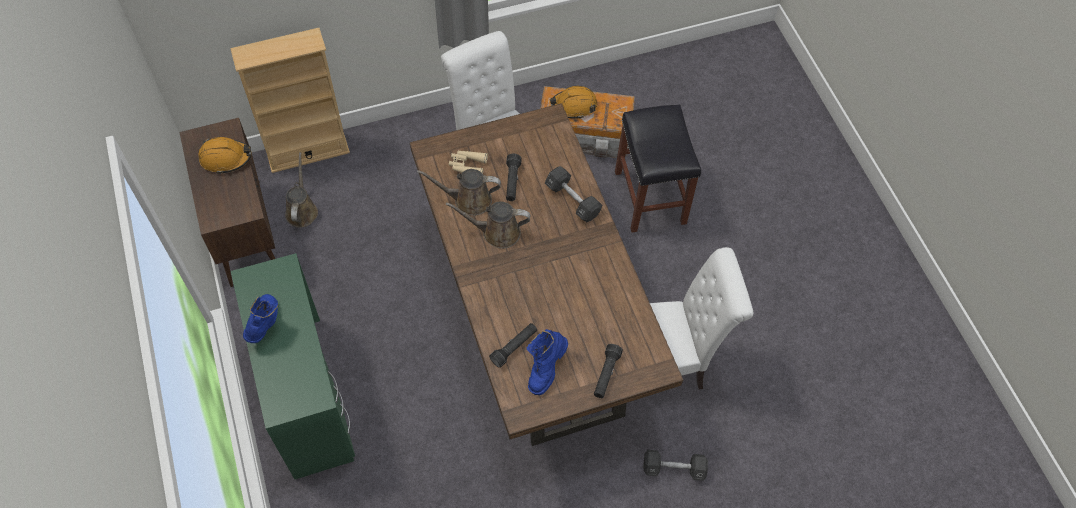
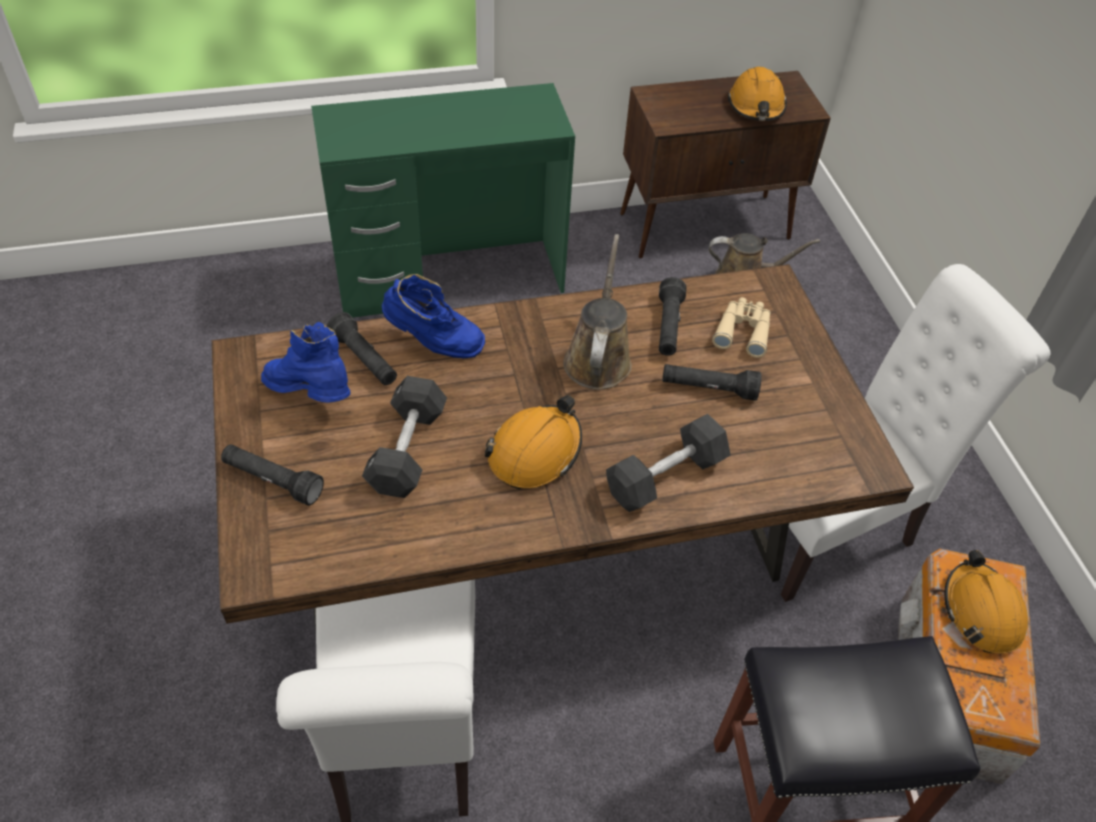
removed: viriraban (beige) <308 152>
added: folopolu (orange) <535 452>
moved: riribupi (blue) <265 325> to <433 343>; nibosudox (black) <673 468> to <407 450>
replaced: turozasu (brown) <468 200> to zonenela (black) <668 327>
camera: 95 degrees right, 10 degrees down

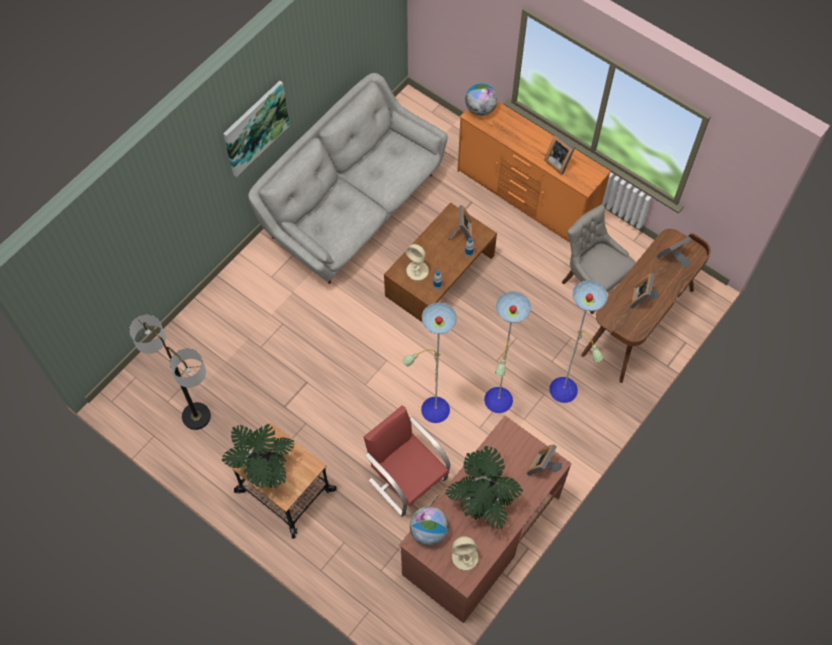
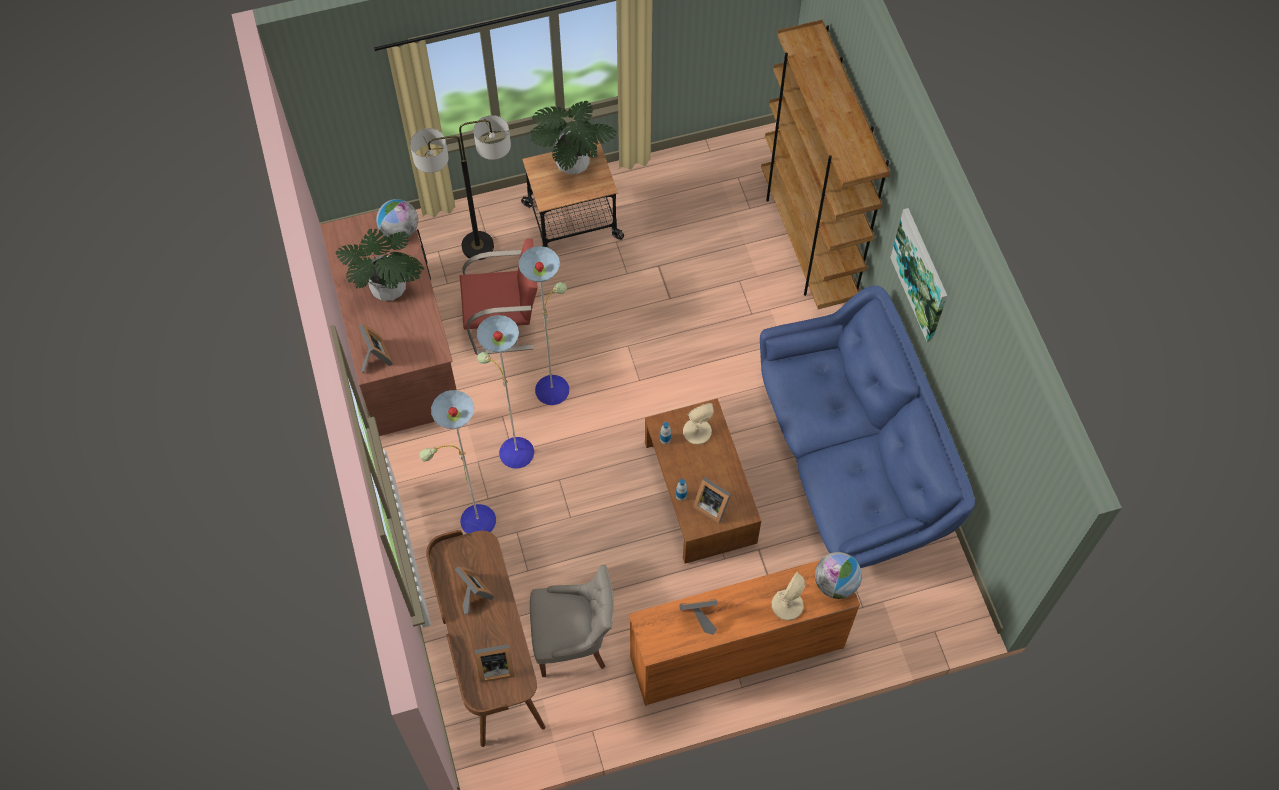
added: viriraban (brown) <808 241>
moved: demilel <196 416> to <477 246>; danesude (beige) <465 557> to <787 605>
recoloured: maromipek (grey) <353 207> to maromipek (blue) <851 461>
turned: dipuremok <673 258> = <494 666> 75 degrees clockwise
camera: 125 degrees right, 0 degrees up

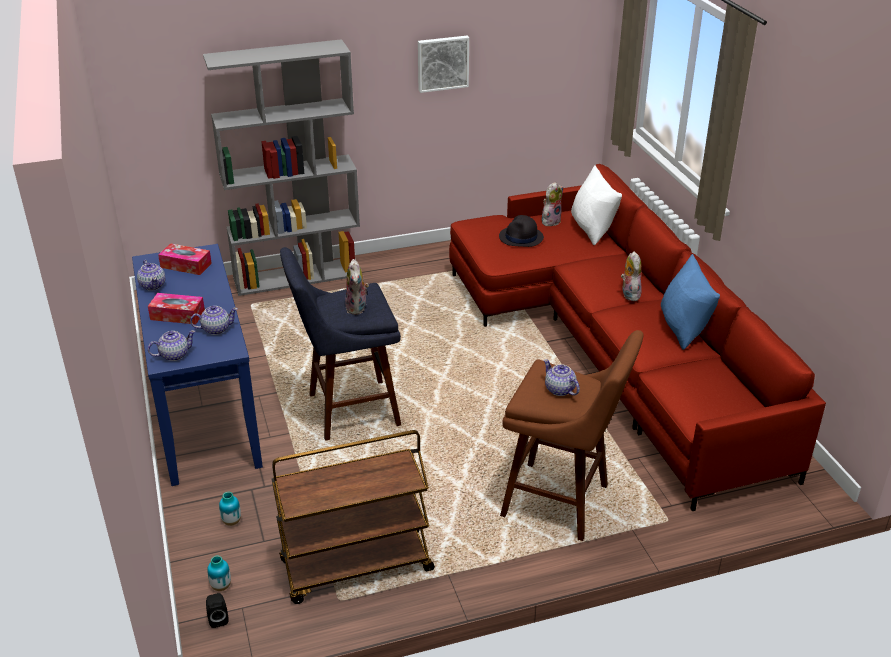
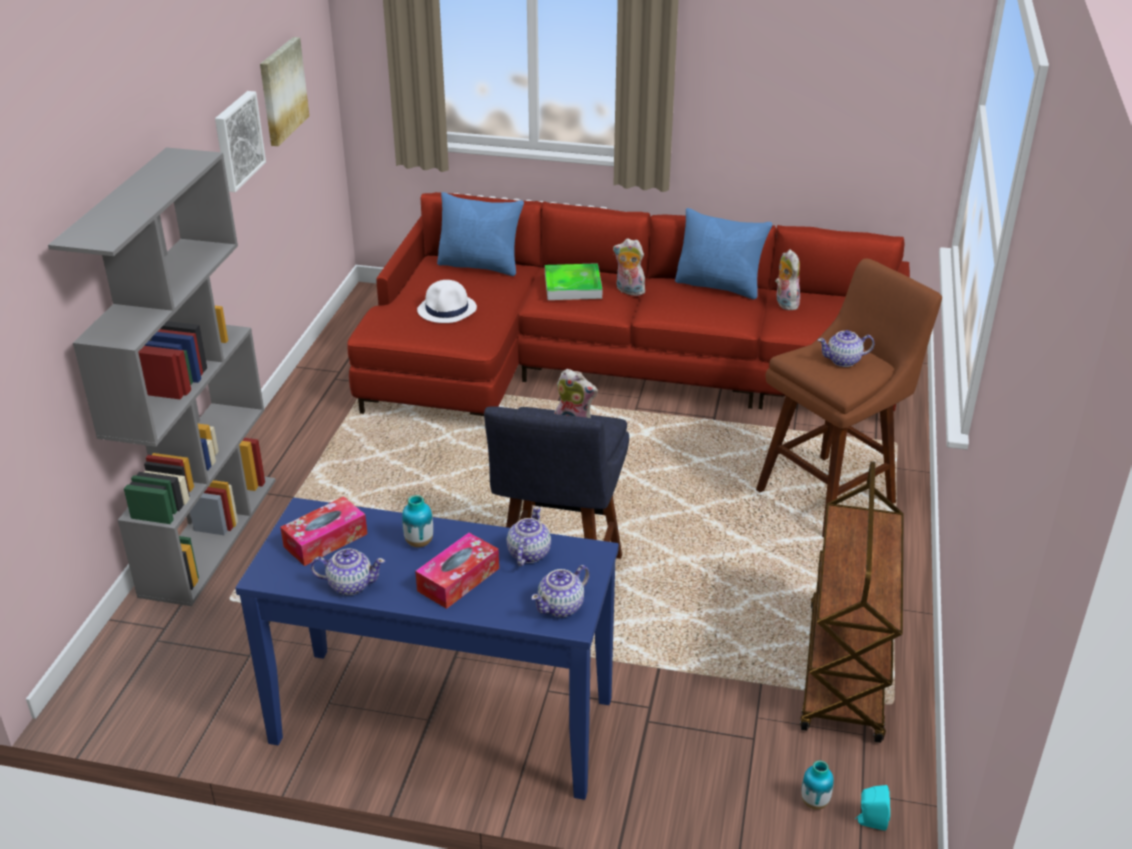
added: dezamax <282 90>; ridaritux <573 286>
moved: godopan <231 521> to <419 542>; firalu <550 221> to <784 303>
recoloured: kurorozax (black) <218 618> to kurorozax (turquoise) <870 821>; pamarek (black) <521 237> to pamarek (white) <447 309>; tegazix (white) <592 229> to tegazix (blue) <480 265>
turned: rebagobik <174 355> = <561 606> 135 degrees counterclockwise
camera: 60 degrees left, 0 degrees up

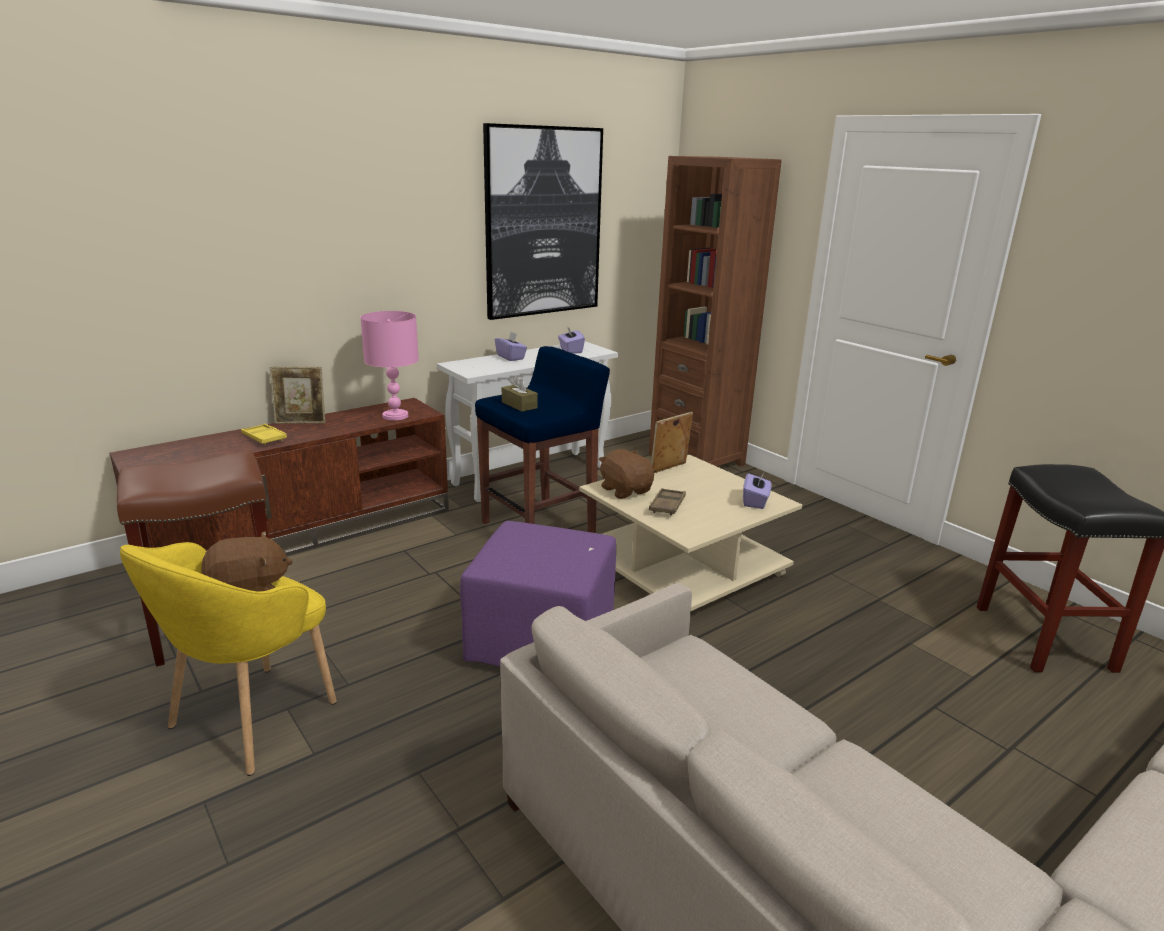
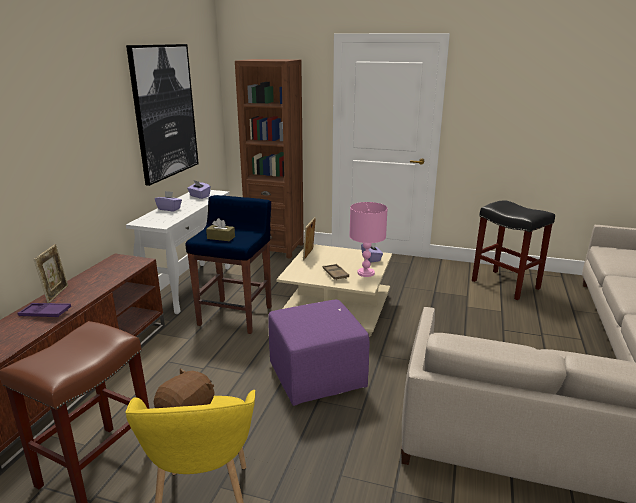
removed: firalu (brown) <625 490>
moved: danesude (pink) <395 416> to <366 273>
recoloured: ridaritux (yellow) <264 438> to ridaritux (purple) <45 313>
turned: dipuremok <301 422> = <56 294> 45 degrees counterclockwise
camera: 35 degrees left, 0 degrees up

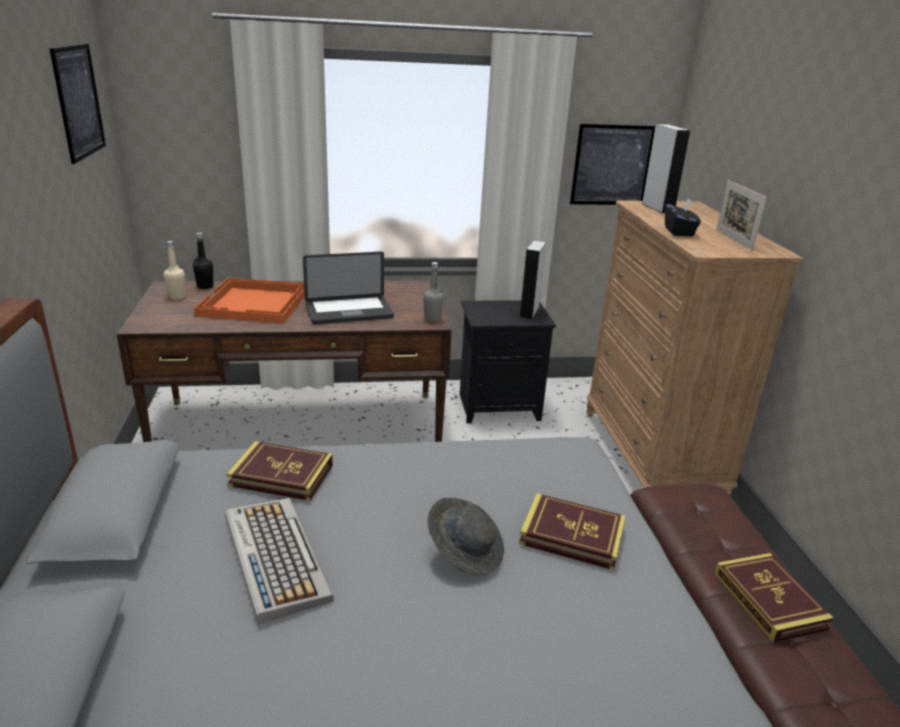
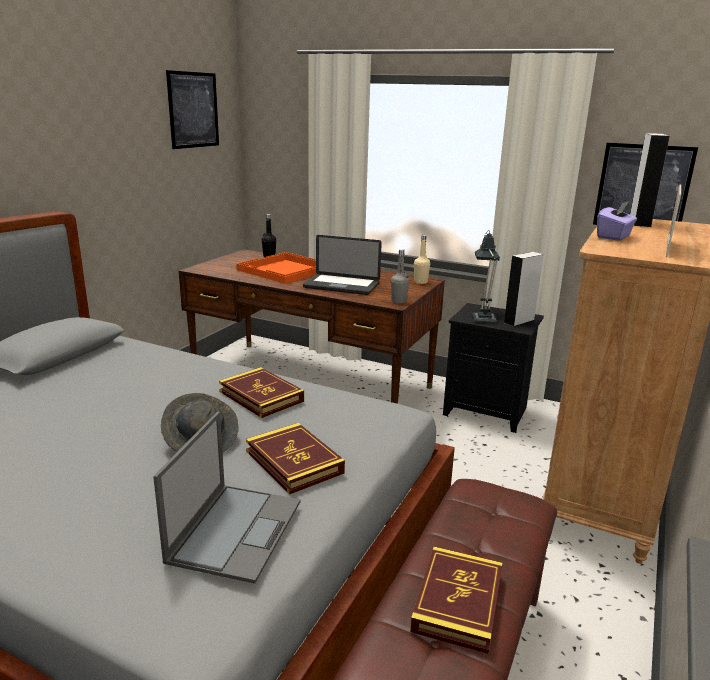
removed: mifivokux <274 556>
added: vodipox <236 529>; danesude <483 317>
moved: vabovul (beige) <177 297> to <420 282>; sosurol <281 475> to <261 396>
recoloured: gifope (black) <679 231> to gifope (purple) <614 237>
camera: 35 degrees right, 5 degrees down

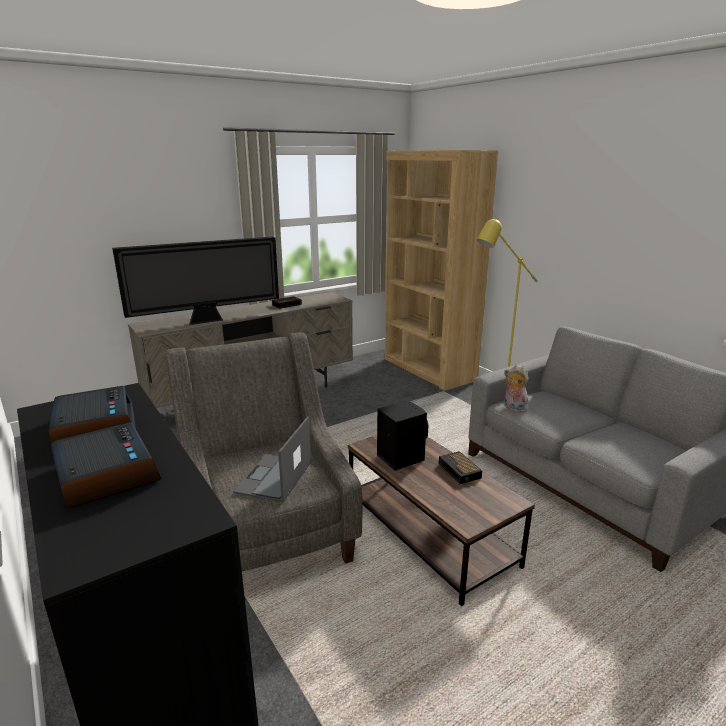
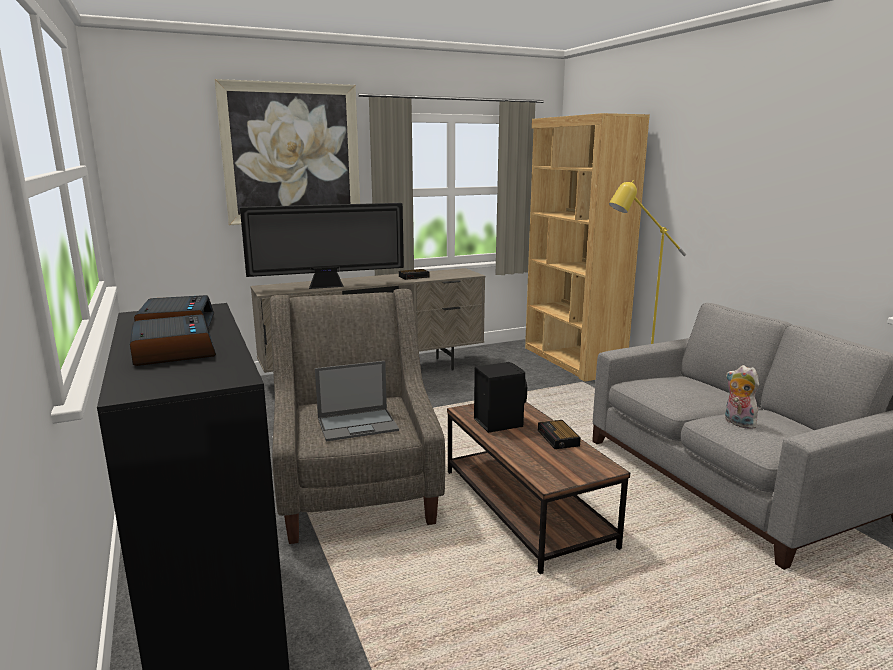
added: dezamax <292 154>
moved: firalu <513 408> to <737 423>
turned: vodipox <274 478> = <358 424> 135 degrees counterclockwise
camera: 10 degrees right, 5 degrees down

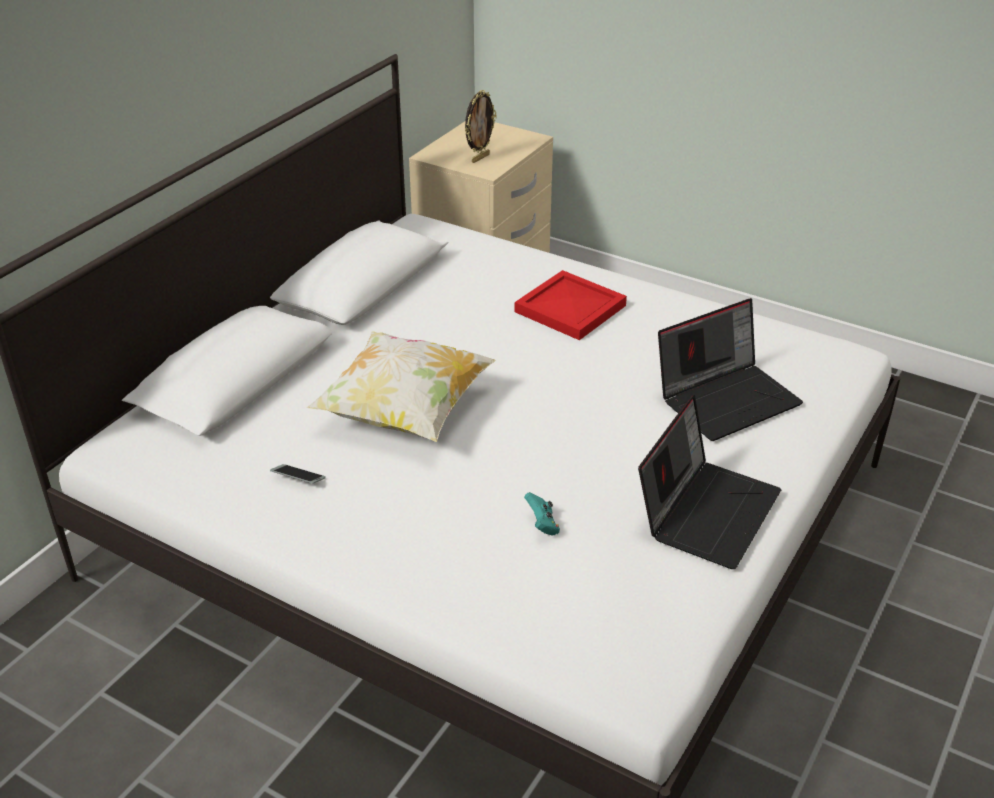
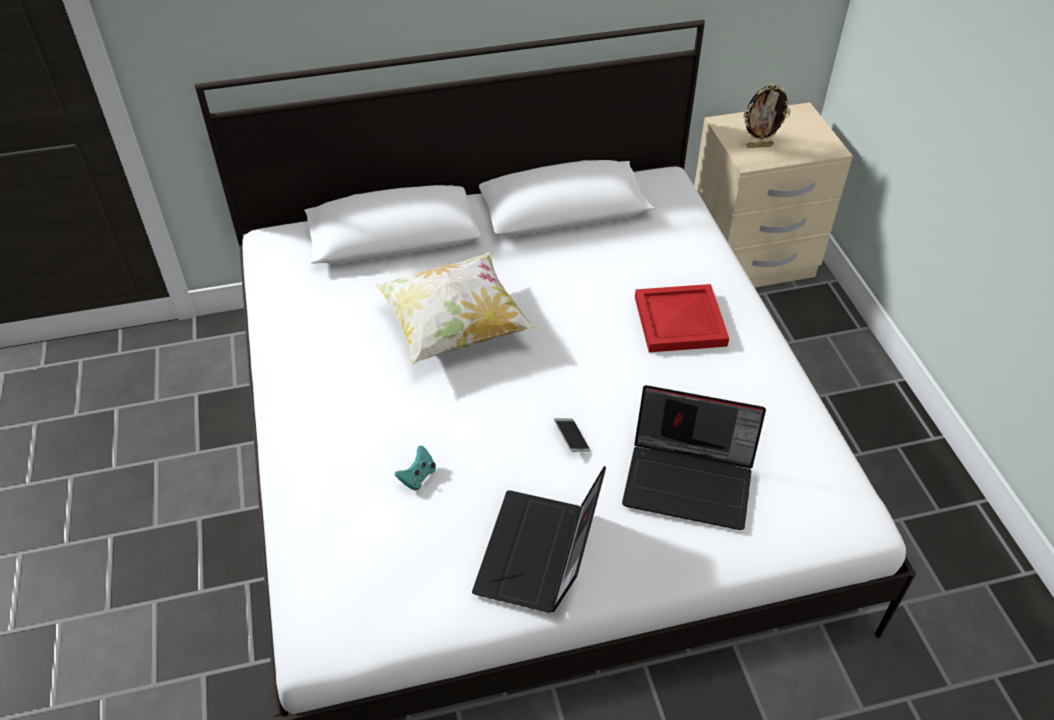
moved: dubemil <298 478> to <571 438>
turned: vodipox <707 510> = <540 556> 120 degrees clockwise
camera: 45 degrees right, 10 degrees up

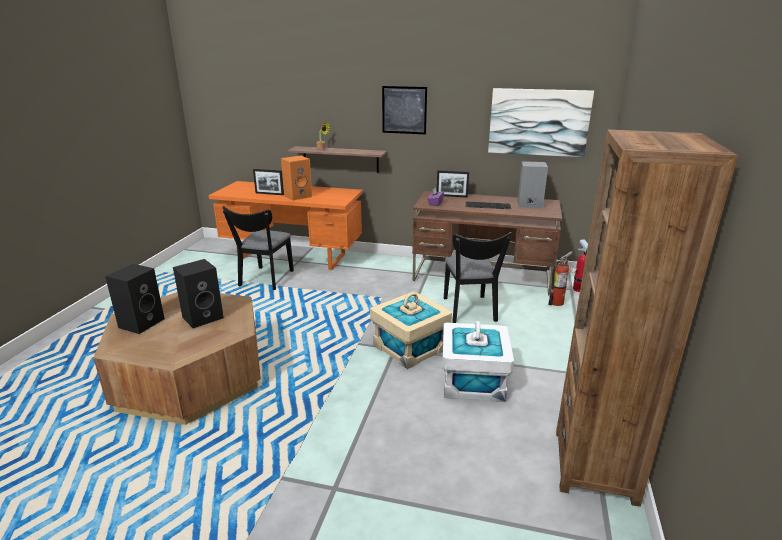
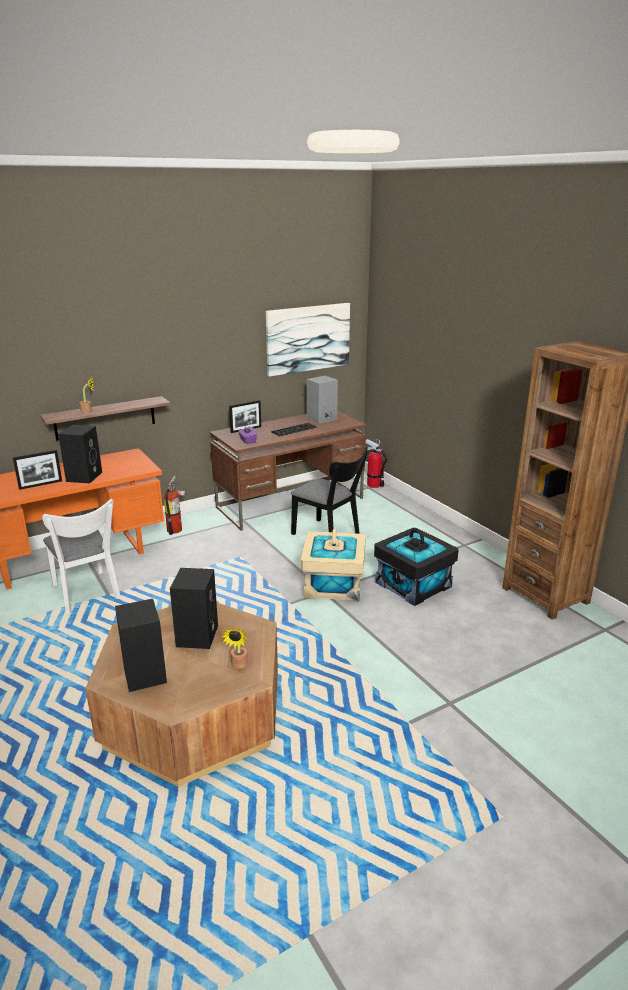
removed: dezamax <404 110>
added: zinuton <238 665>
moved: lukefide <558 302> to <176 529>
recoloured: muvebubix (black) <264 280> to muvebubix (white) <87 595>; kurorozax (orange) <298 196> to kurorozax (black) <84 476>; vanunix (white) <474 381> to vanunix (black) <413 584>
camera: 45 degrees left, 0 degrees up

